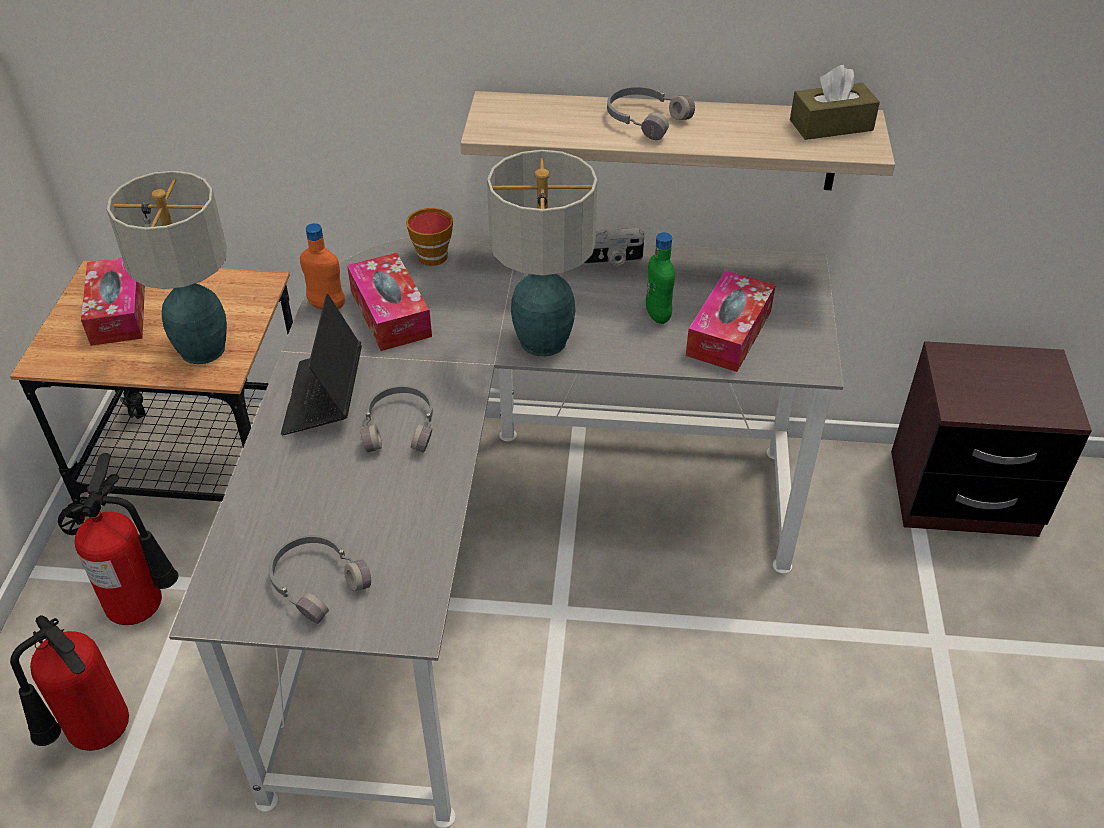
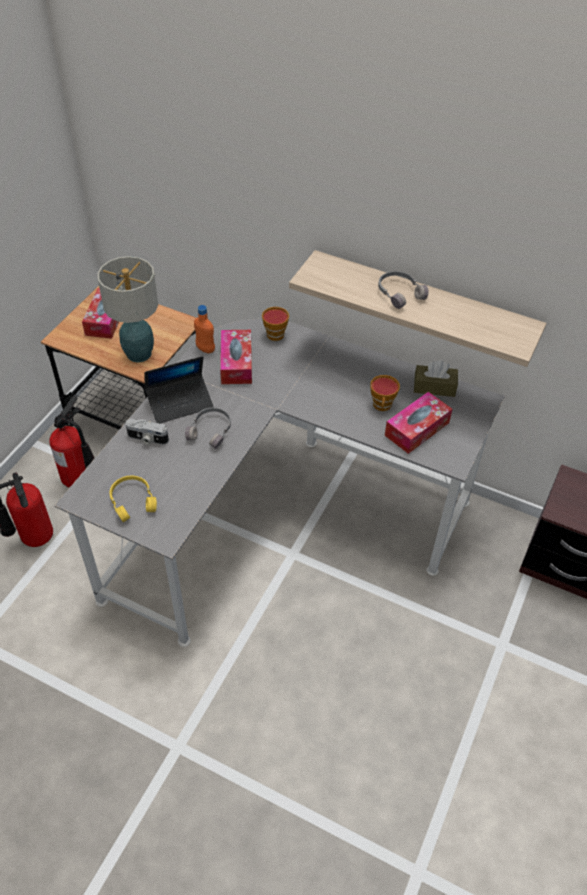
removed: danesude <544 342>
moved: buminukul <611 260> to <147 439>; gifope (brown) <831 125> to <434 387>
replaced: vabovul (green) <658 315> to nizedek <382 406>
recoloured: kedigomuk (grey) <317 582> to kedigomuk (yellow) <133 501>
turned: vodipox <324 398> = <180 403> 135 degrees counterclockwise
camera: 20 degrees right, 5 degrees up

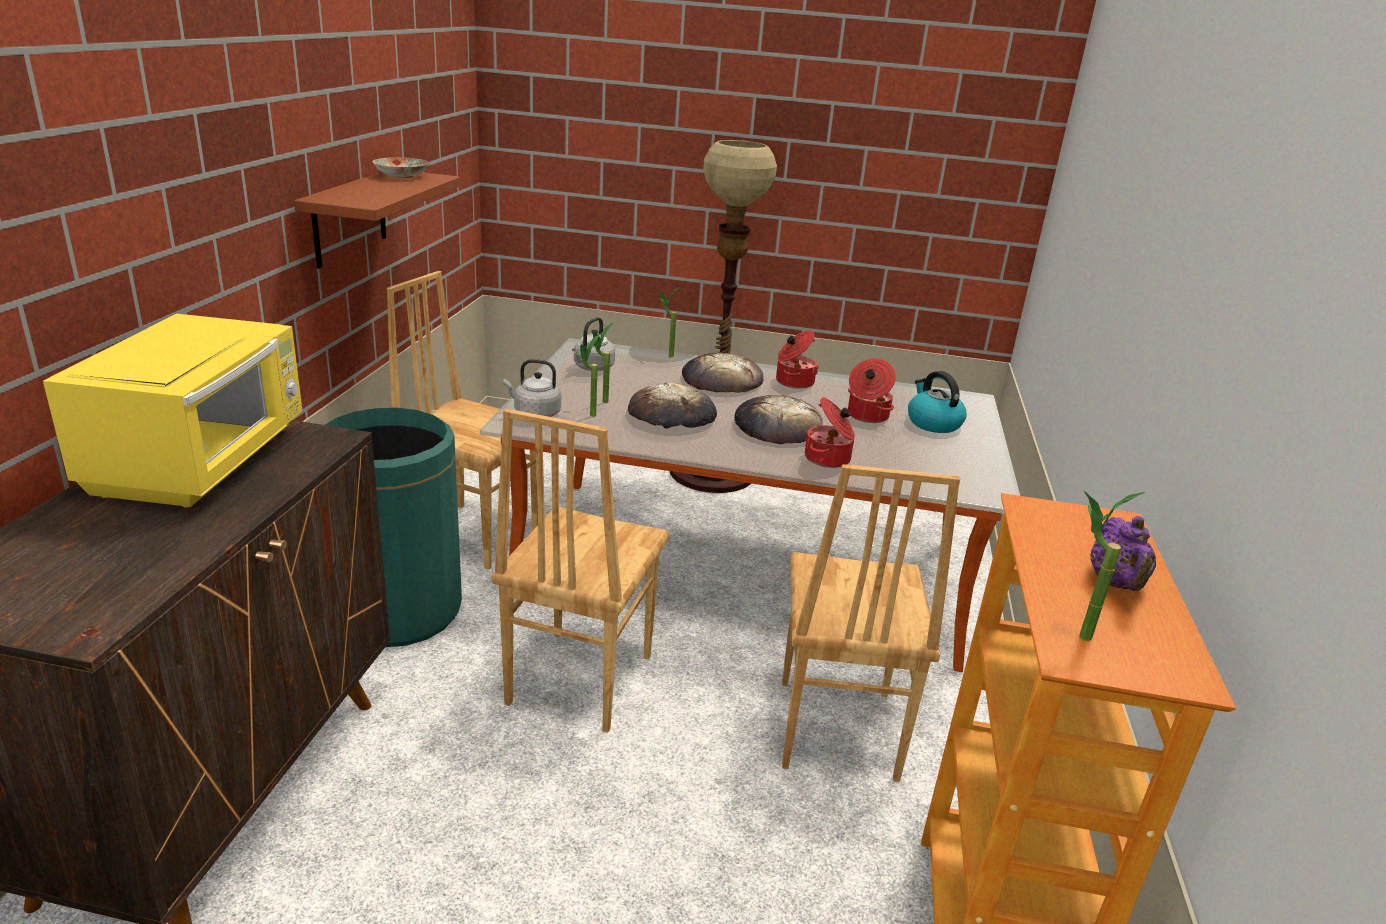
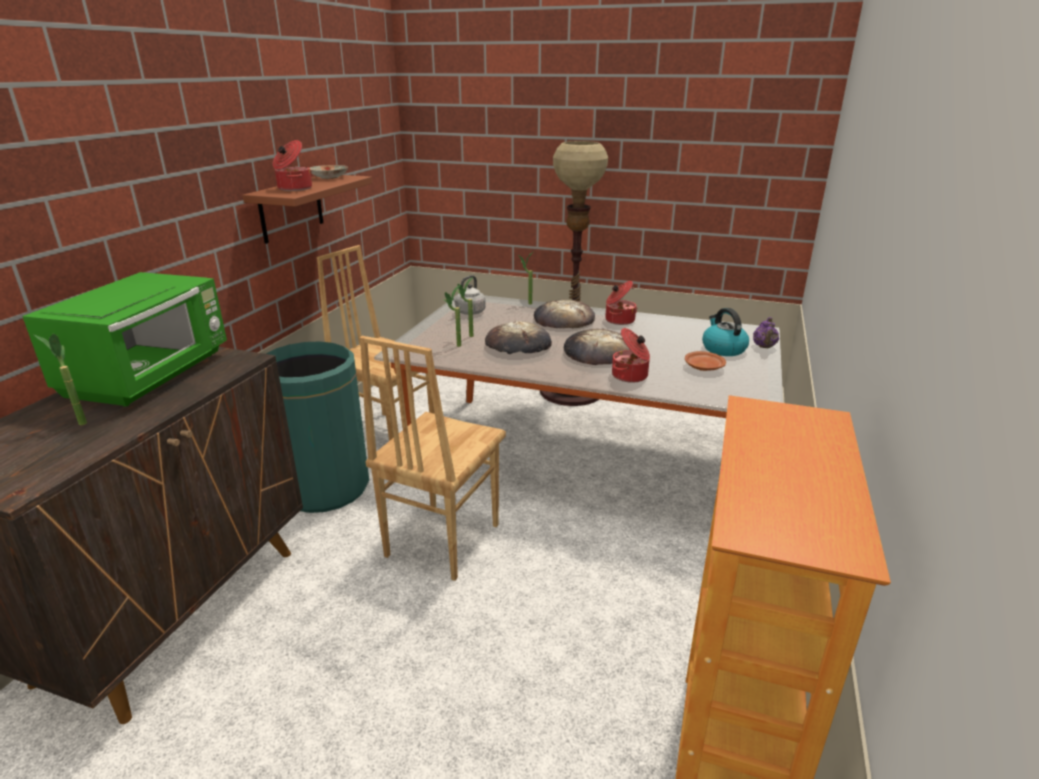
removed: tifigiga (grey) <534 413>; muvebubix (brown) <834 729>
added: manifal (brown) <703 367>
moved: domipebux <866 416> to <294 188>; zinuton <1071 633> to <78 421>; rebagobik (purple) <1116 584> to <764 347>
recoloured: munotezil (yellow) <203 461> to munotezil (green) <151 375>
camera: 10 degrees right, 0 degrees up

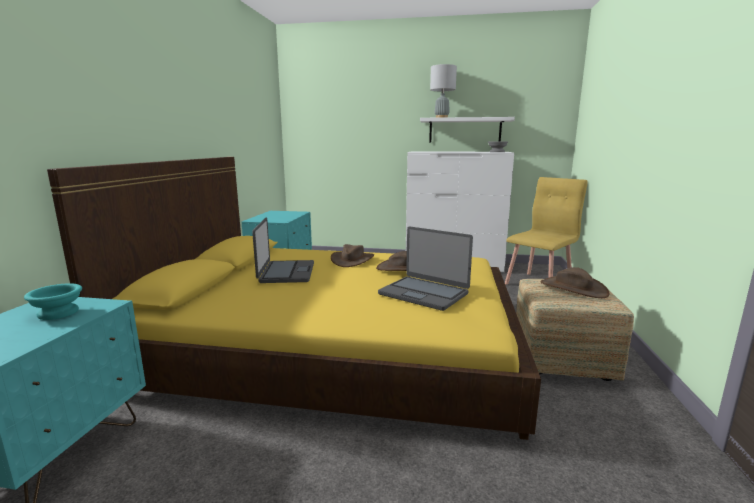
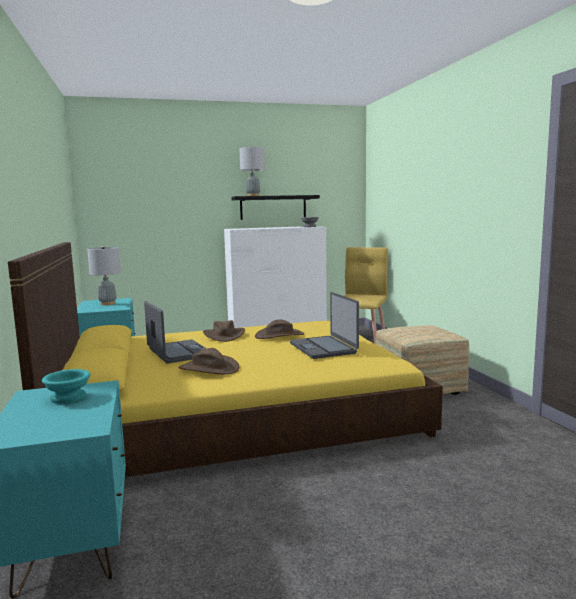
added: danesude (grey) <107 304>
moved: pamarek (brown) <573 288> to <208 369>
recoloured: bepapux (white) <465 130> to bepapux (black) <273 207>
turned: vodipox <424 293> = <323 348> 60 degrees clockwise
camera: 25 degrees left, 5 degrees down

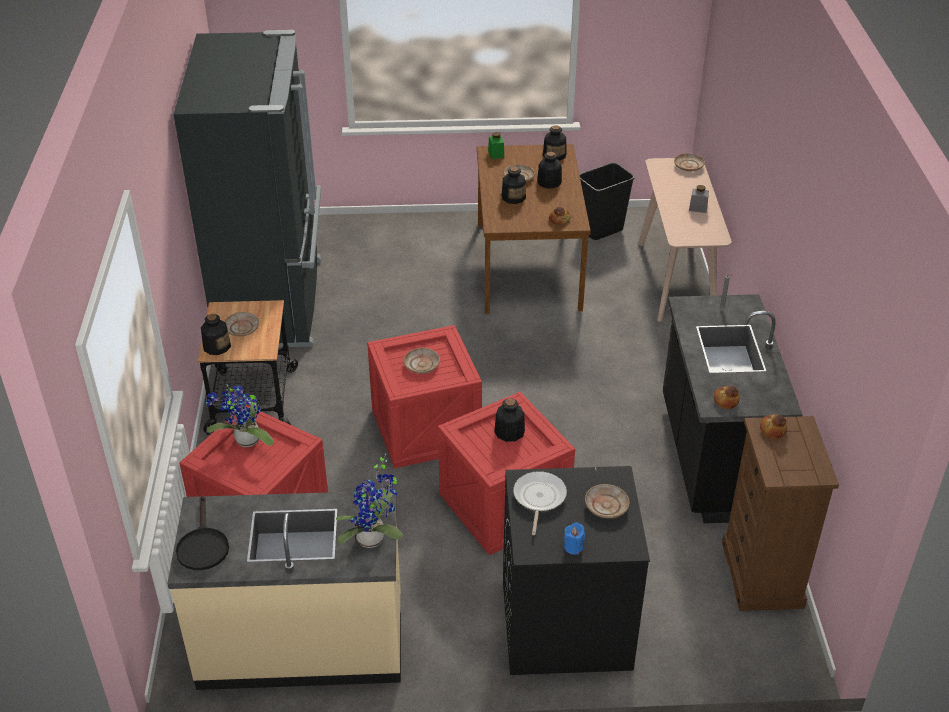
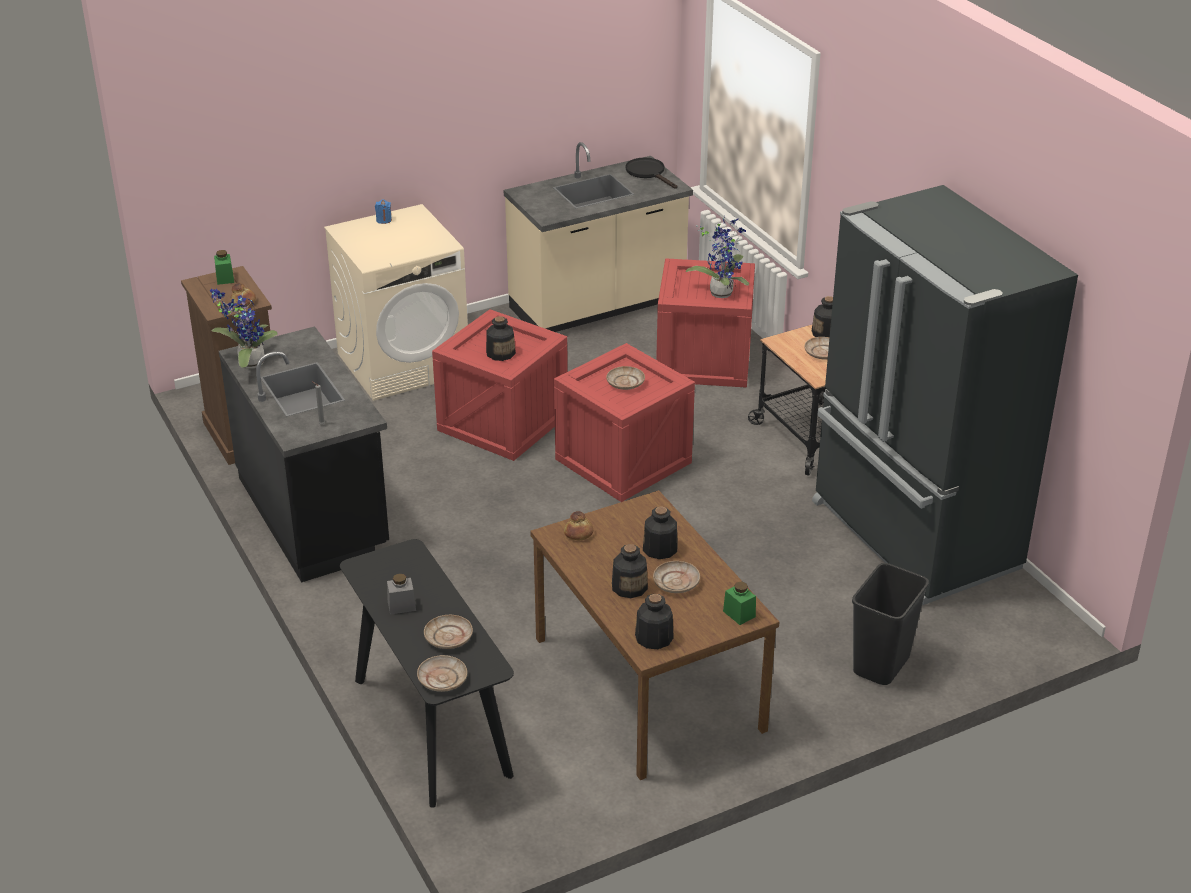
removed: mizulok <539 498>; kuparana <726 401>
added: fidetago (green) <225 278>
moved: zinuton <374 540> to <248 363>; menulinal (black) <601 230> to <881 666>; manifal (beige) <606 506> to <448 638>
recoloured: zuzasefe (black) <565 625> to zuzasefe (beige) <404 363>; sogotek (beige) <676 280> to sogotek (black) <430 727>
camera: 155 degrees right, 5 degrees down

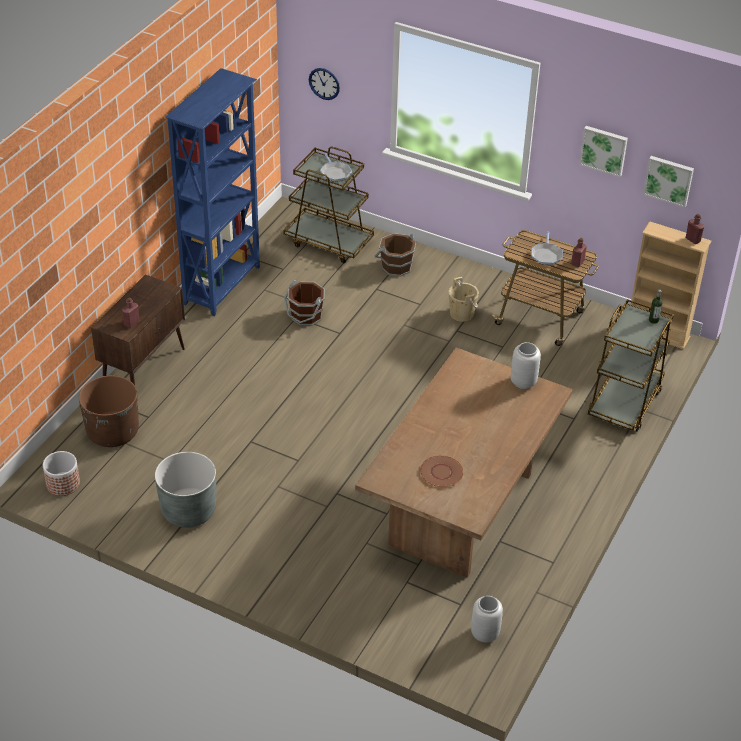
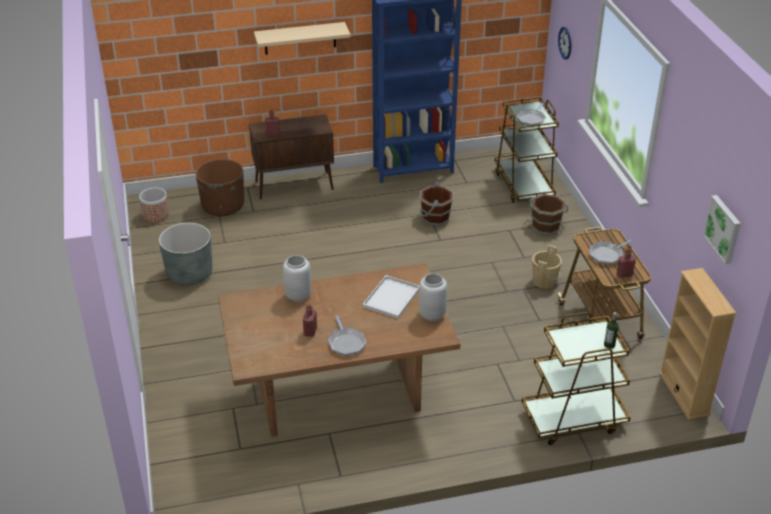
removed: manifal (brown) <441 472>; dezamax <604 150>
added: bepapux (beige) <300 38>; mizulok <346 343>; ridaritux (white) <391 297>
moved: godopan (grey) <484 634> to <297 296>; vabovul (red) <693 240> to <310 332>
camera: 50 degrees right, 5 degrees down

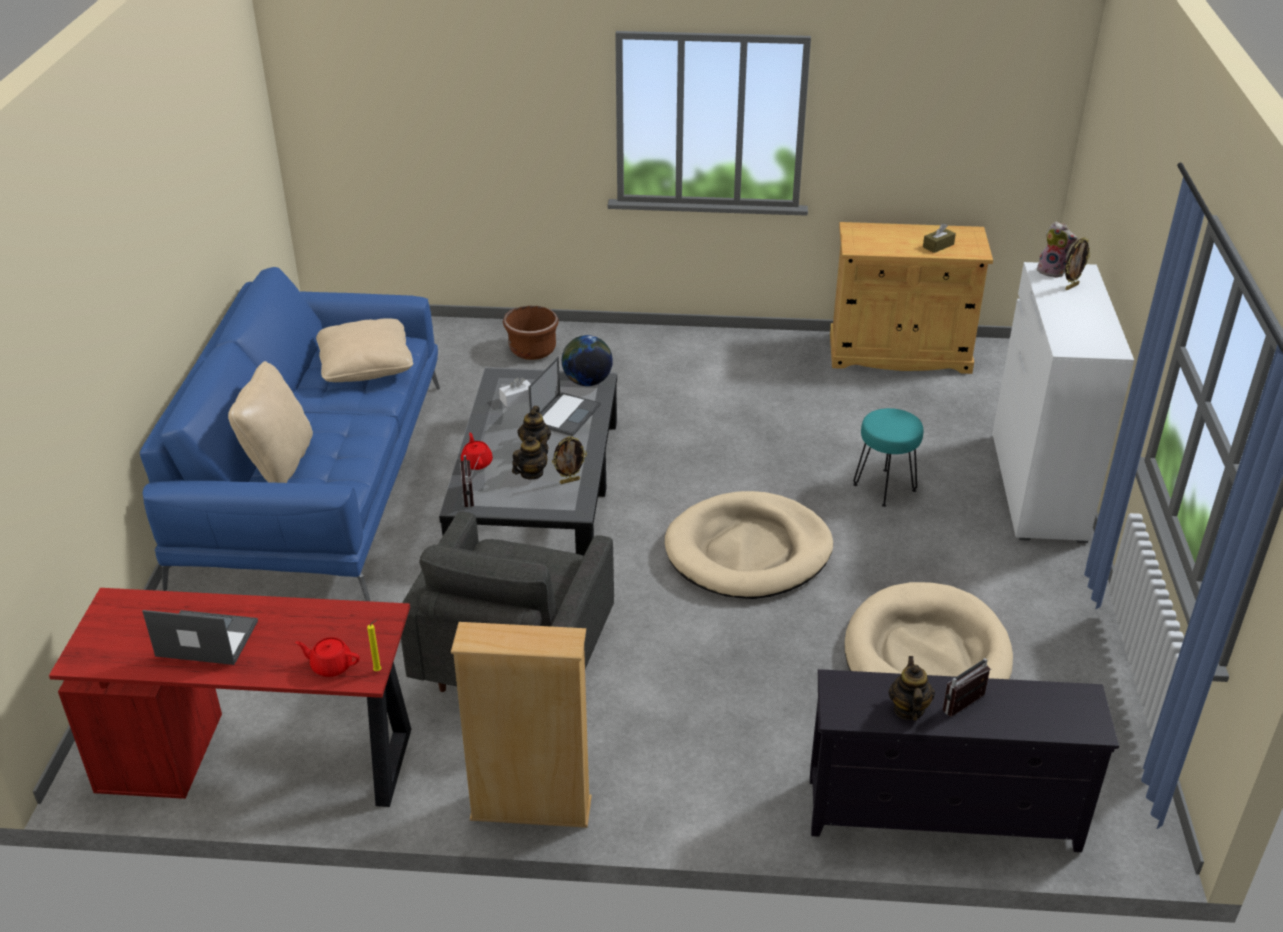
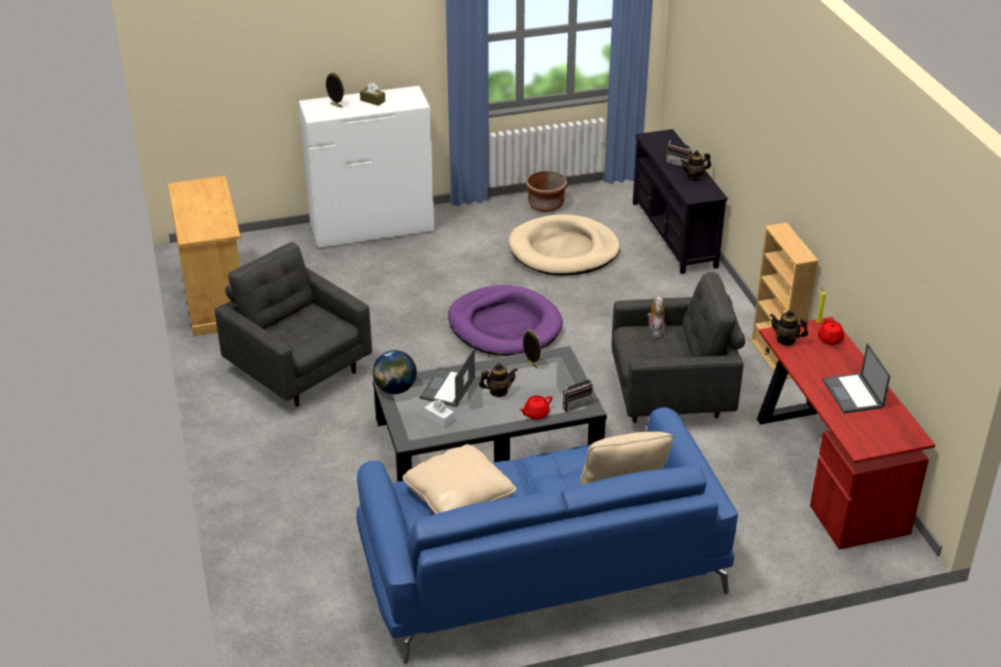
removed: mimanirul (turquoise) <883 487>
added: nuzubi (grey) <298 369>
moved: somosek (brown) <532 350> to <545 205>; rebagobik <531 473> to <786 340>; gifope (brown) <938 246> to <372 100>; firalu <1052 271> to <655 330>
recoloured: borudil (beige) <748 551> to borudil (purple) <504 326>
turned: vodipox <565 414> = <447 388> 75 degrees counterclockwise
camera: 110 degrees left, 0 degrees up

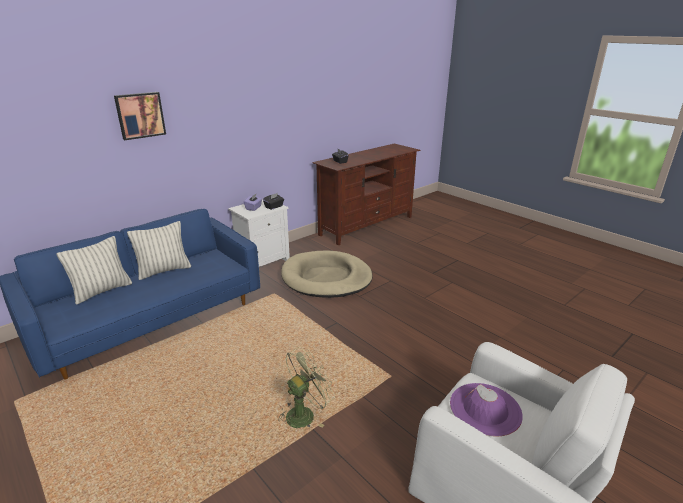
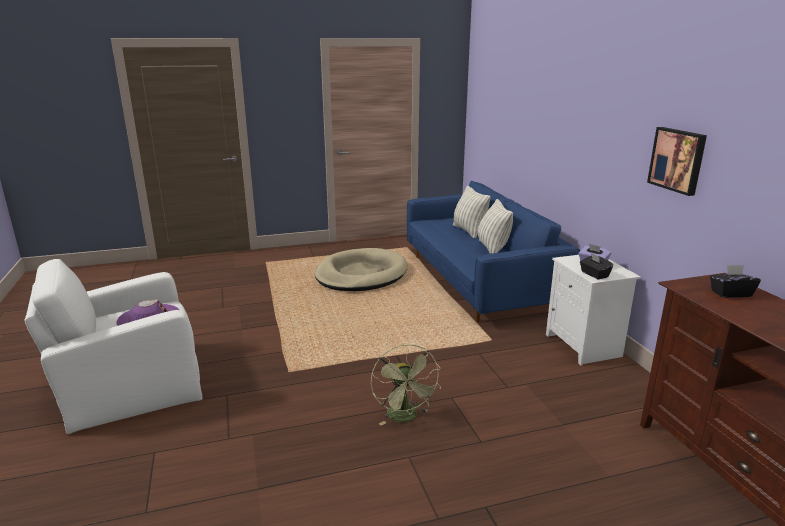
moved: dezamax <140 115> to <678 160>; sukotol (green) <304 413> to <405 417>; borudil (beige) <326 278> to <361 274>
camera: 115 degrees right, 5 degrees down

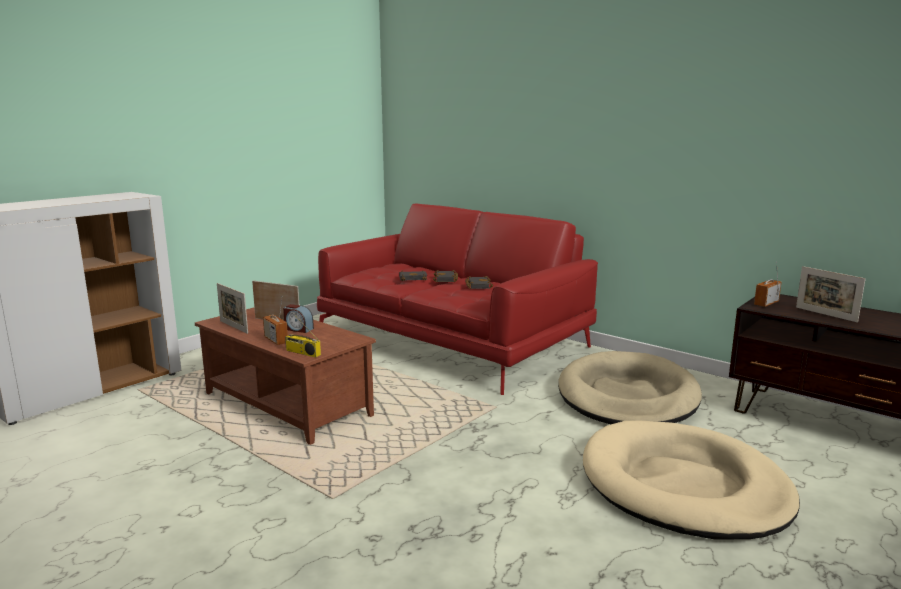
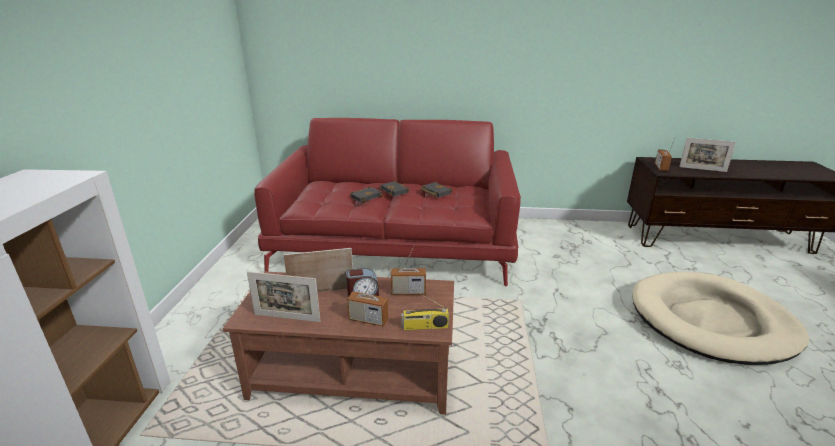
removed: borudil (beige) <627 396>
added: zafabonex <408 292>
camera: 35 degrees left, 10 degrees up

